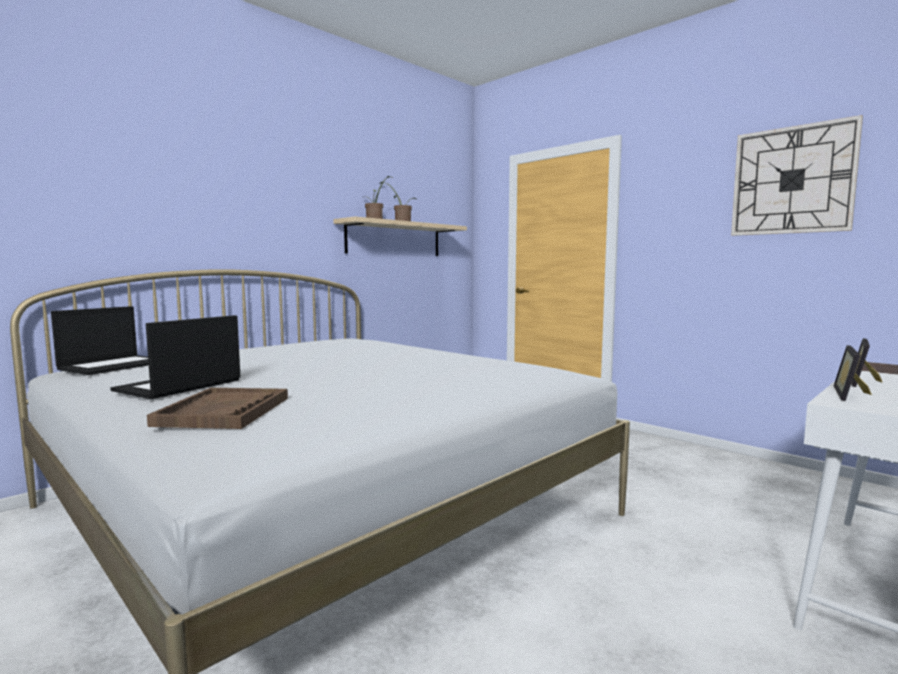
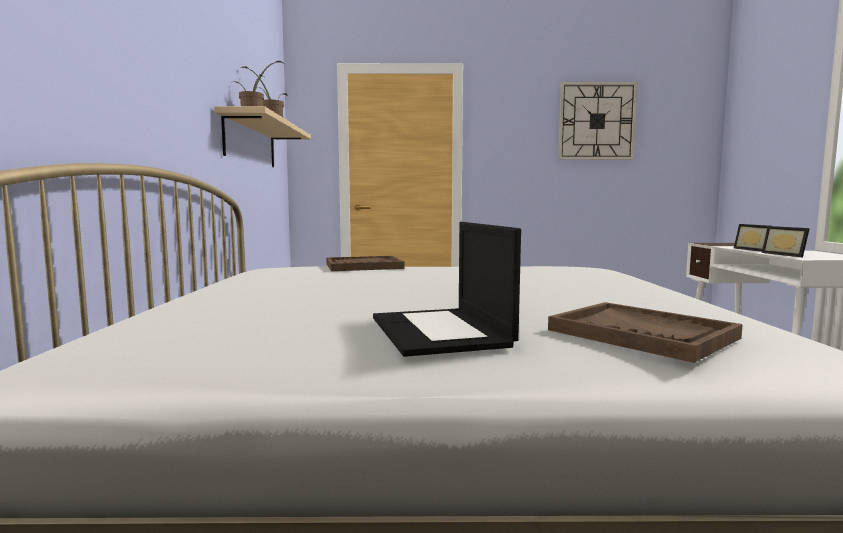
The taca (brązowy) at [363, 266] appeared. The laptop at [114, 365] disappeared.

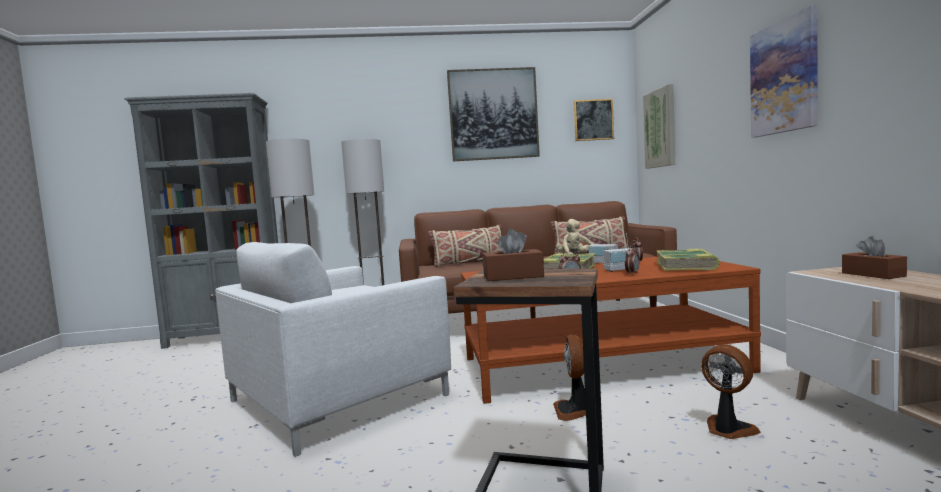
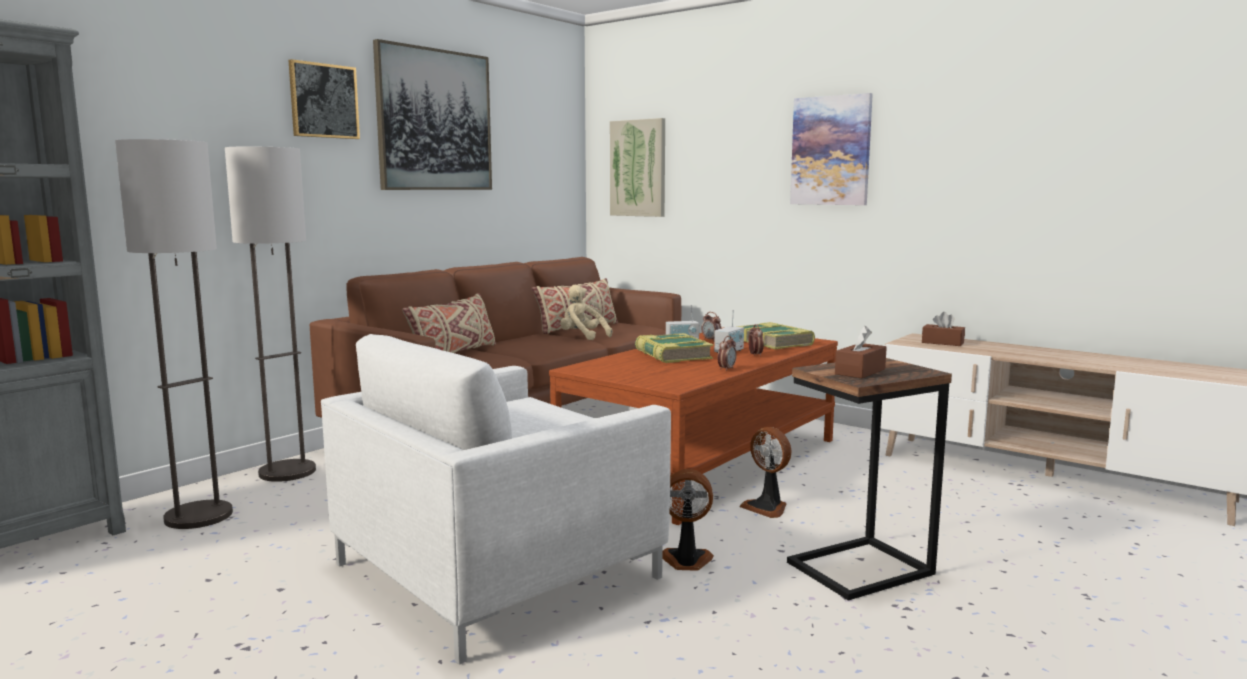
The obraz moved from [593, 120] to [324, 101]. The fotel (biały) at [338, 397] turned 45 degrees clockwise. The wentylator moved from [728, 430] to [686, 561].

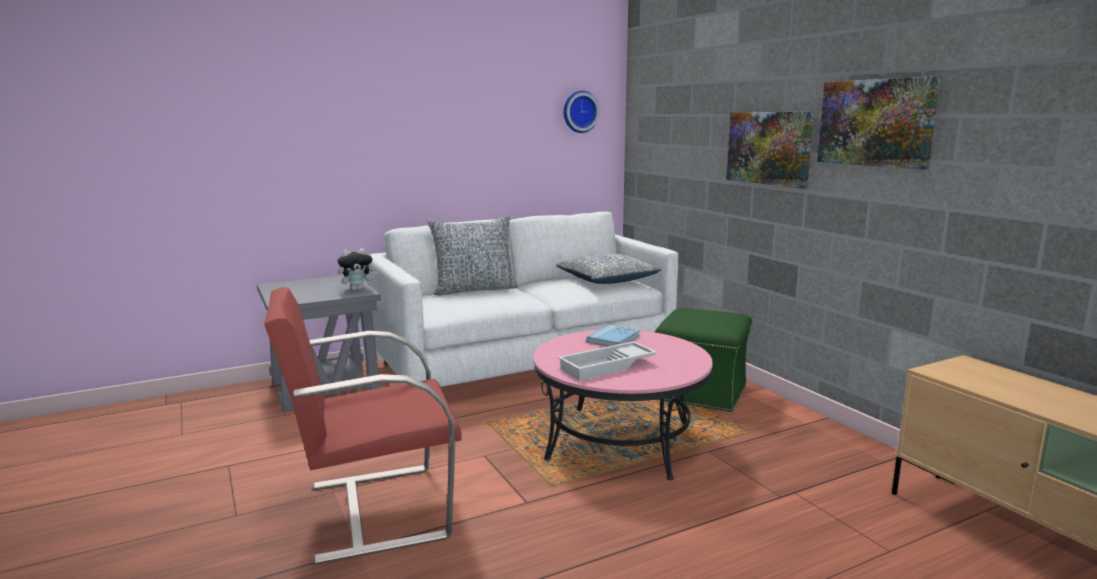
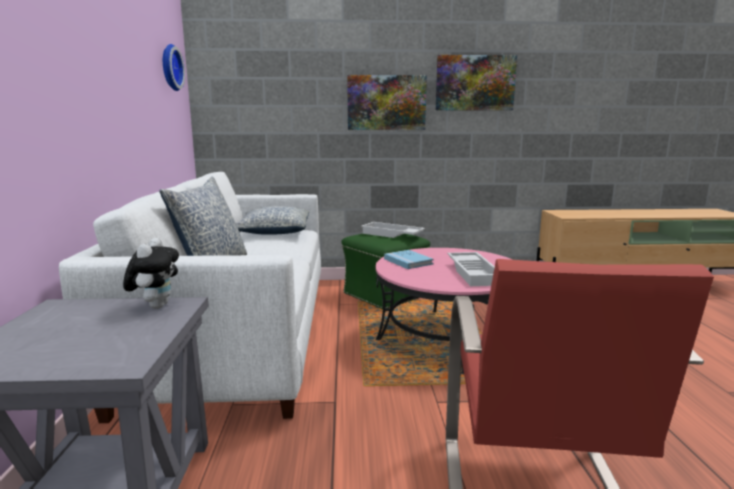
The taca (biały) at [391, 235] appeared.

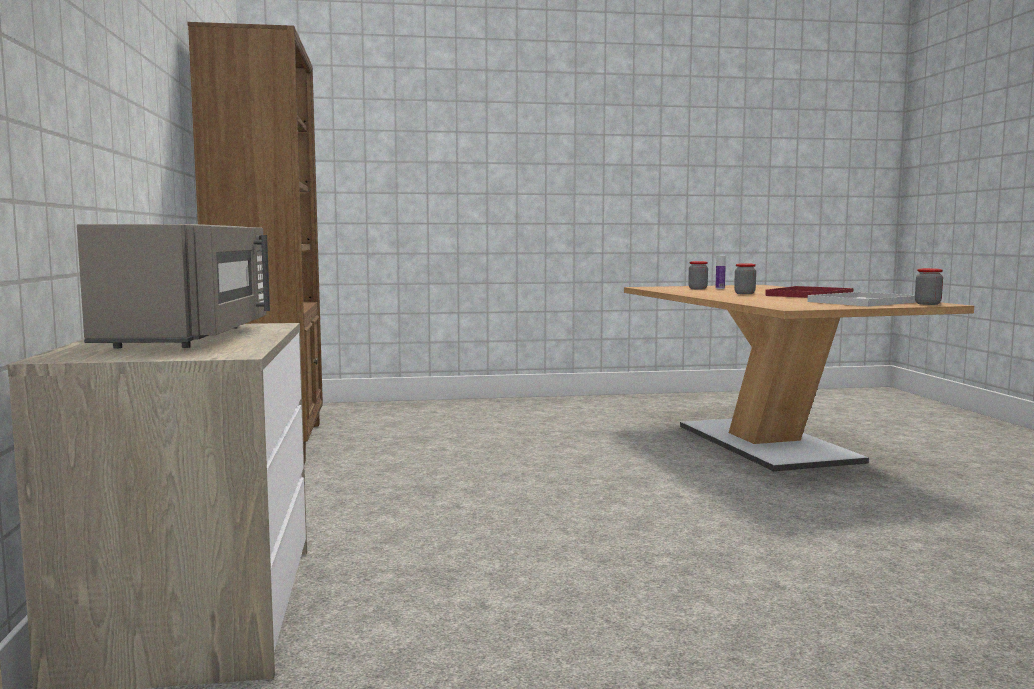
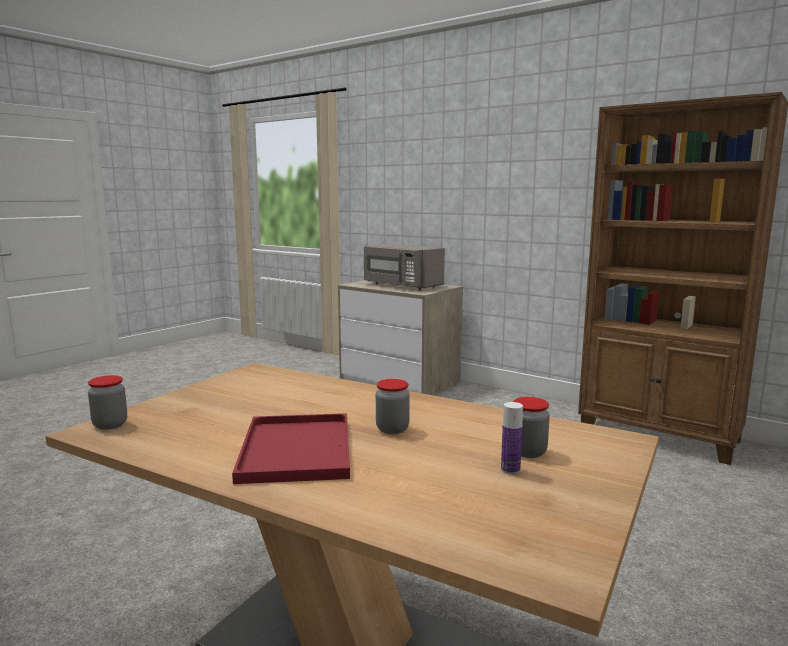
The taca (biały) at [863, 301] disappeared.

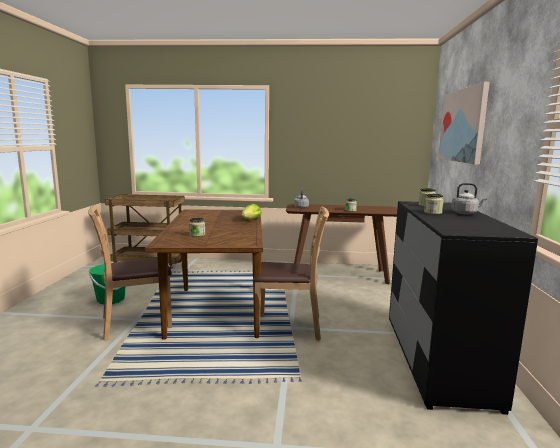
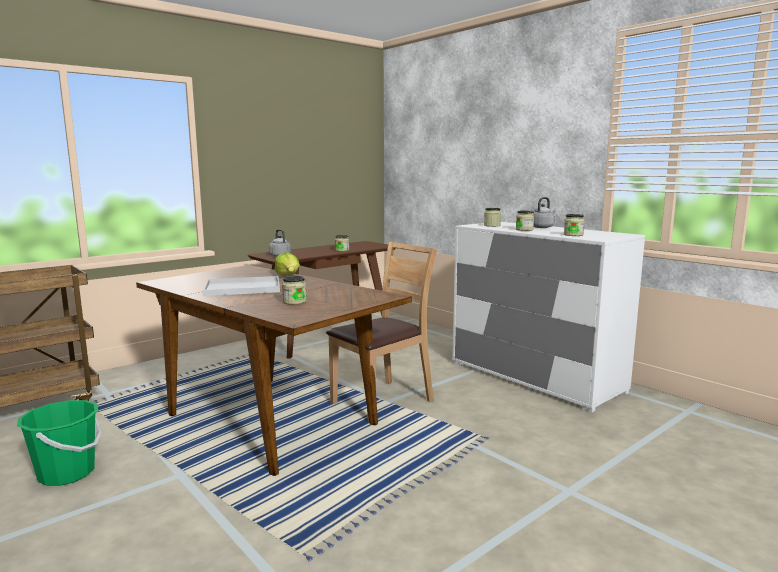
The taca (biały) at [244, 287] appeared. The komoda (czarny) at [437, 359] became the komoda (biały) at [535, 377]. The słoik at [573, 235] appeared. The krzesło (brązowy) at [135, 323] disappeared. The obraz at [463, 125] disappeared.

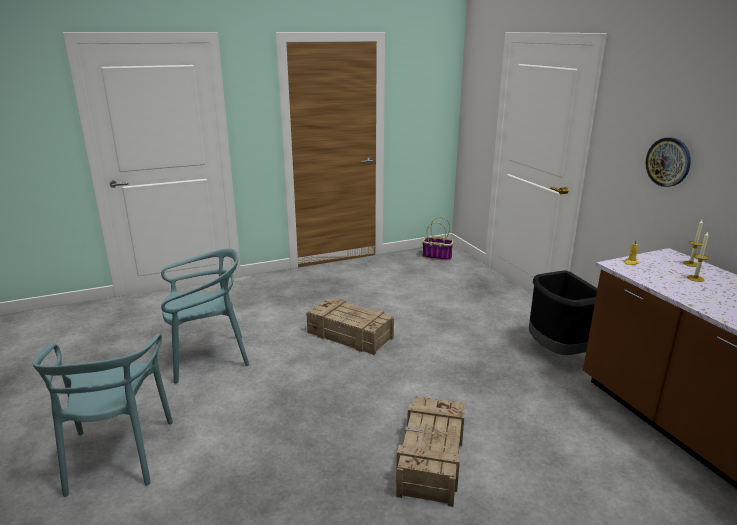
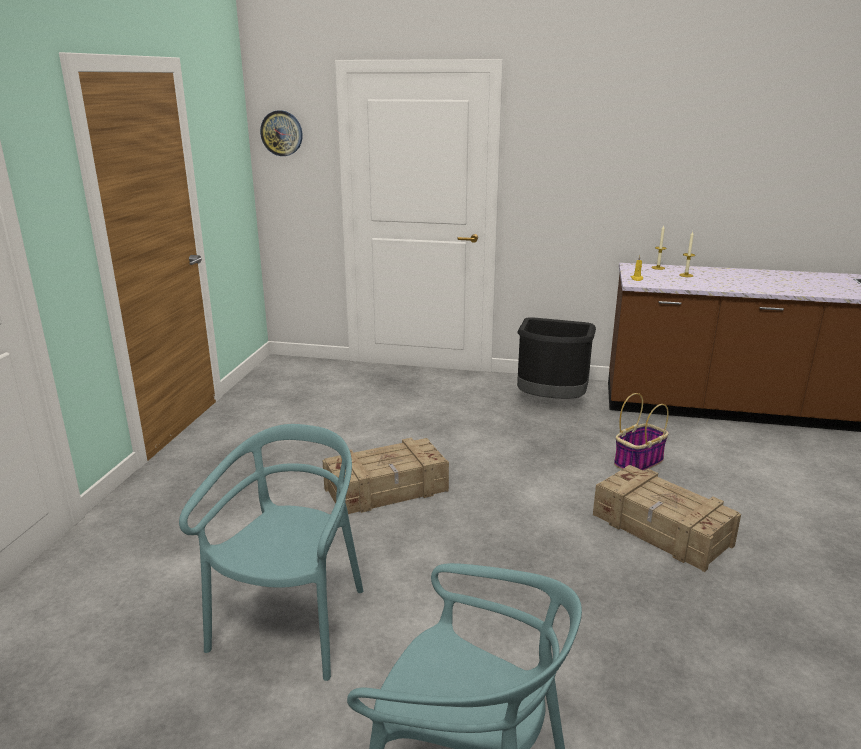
The zegar ścienny moved from [668, 162] to [282, 133]. The koszyk moved from [437, 256] to [638, 462].

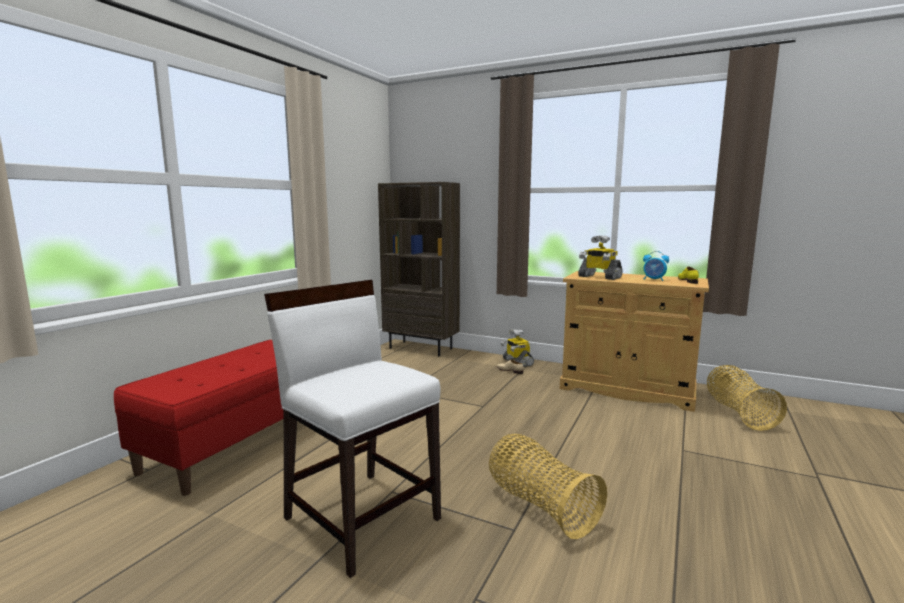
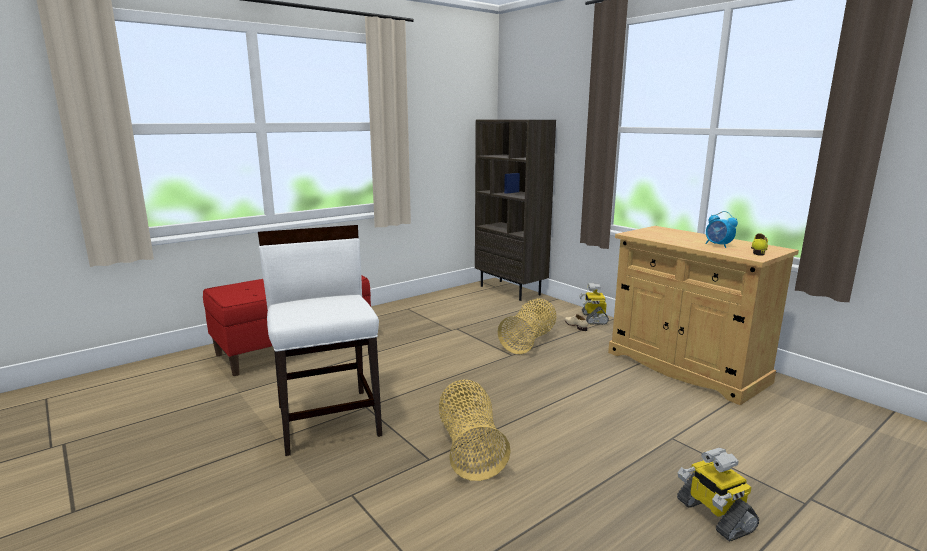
The koszyk moved from [739, 413] to [529, 341]. The robot zabawkowy moved from [599, 277] to [713, 515].

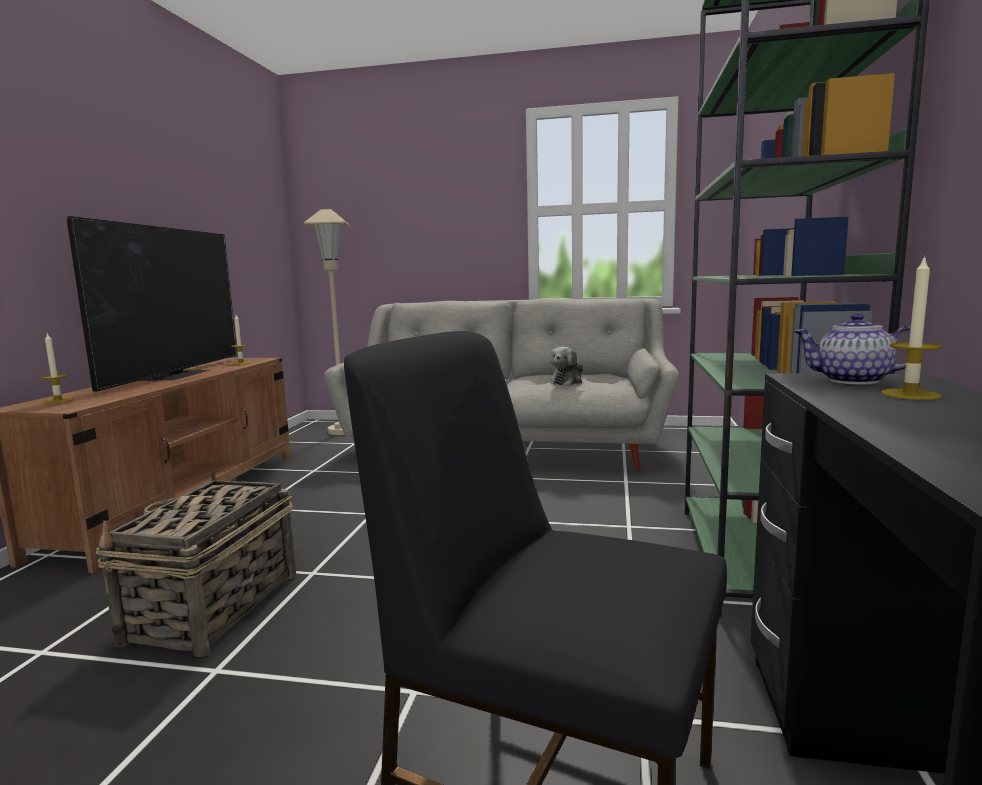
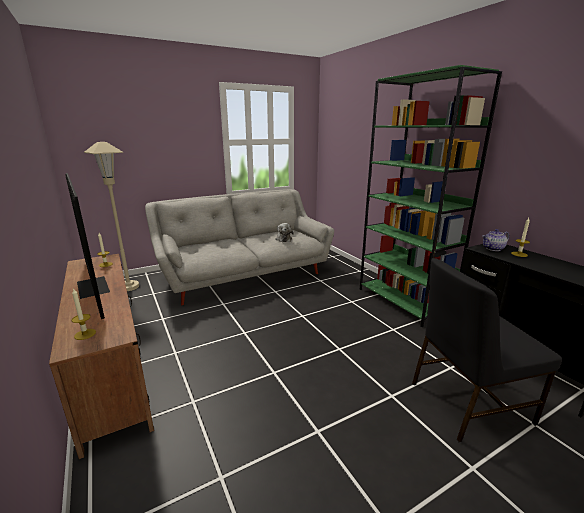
The koszyk at [212, 607] disappeared.

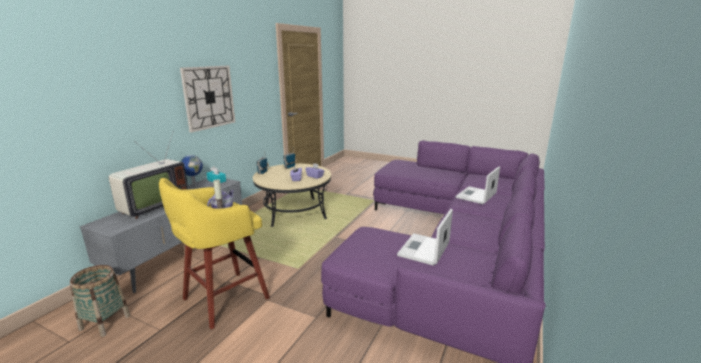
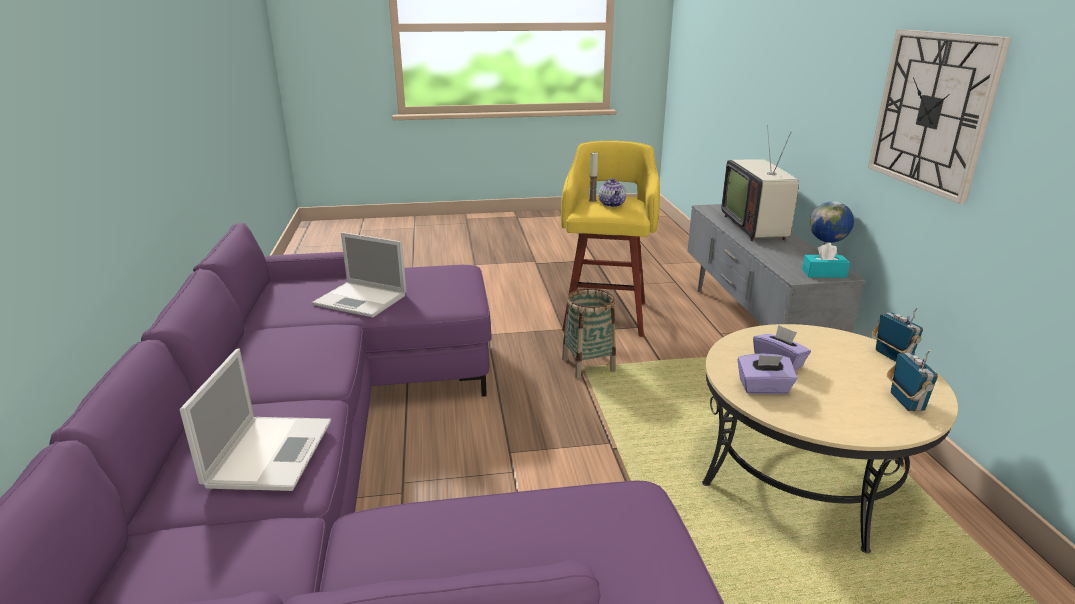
The laptop at [423, 250] turned 120 degrees clockwise. The koszyk moved from [105, 322] to [588, 365].

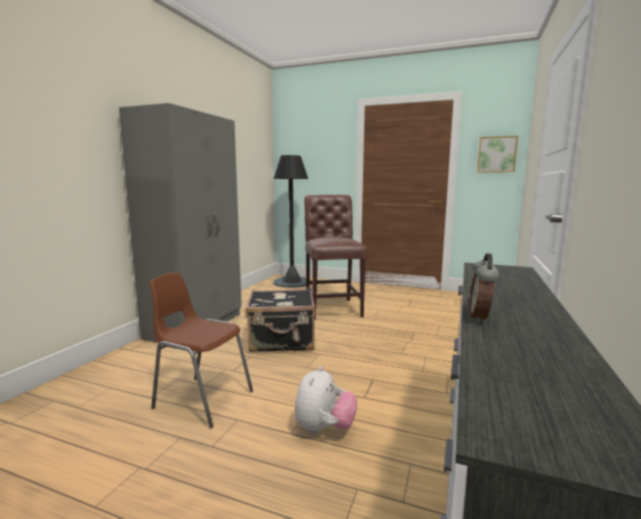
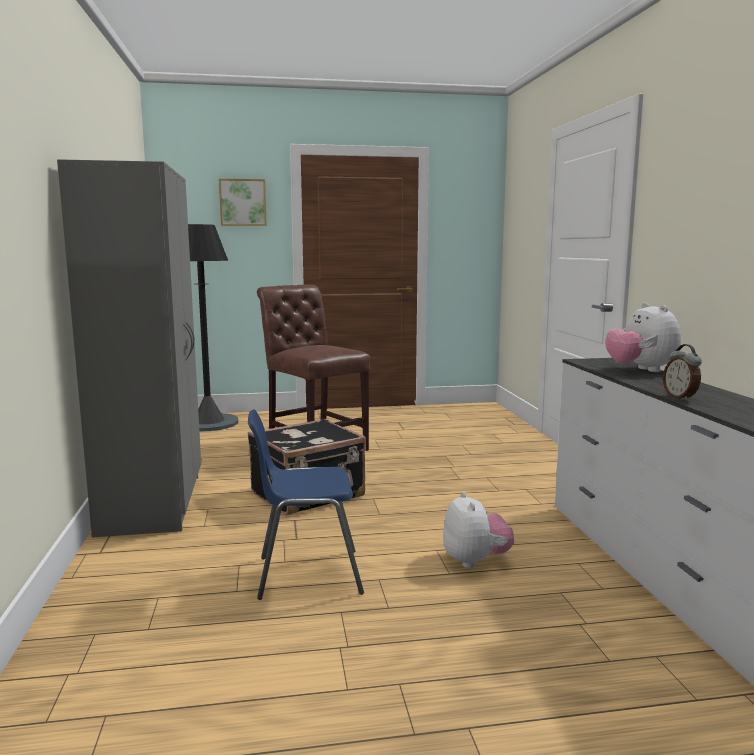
The obraz moved from [496, 154] to [243, 202]. The krzesło (brązowy) at [201, 399] became the krzesło (niebieski) at [306, 574]. The pluszak at [640, 370] appeared.

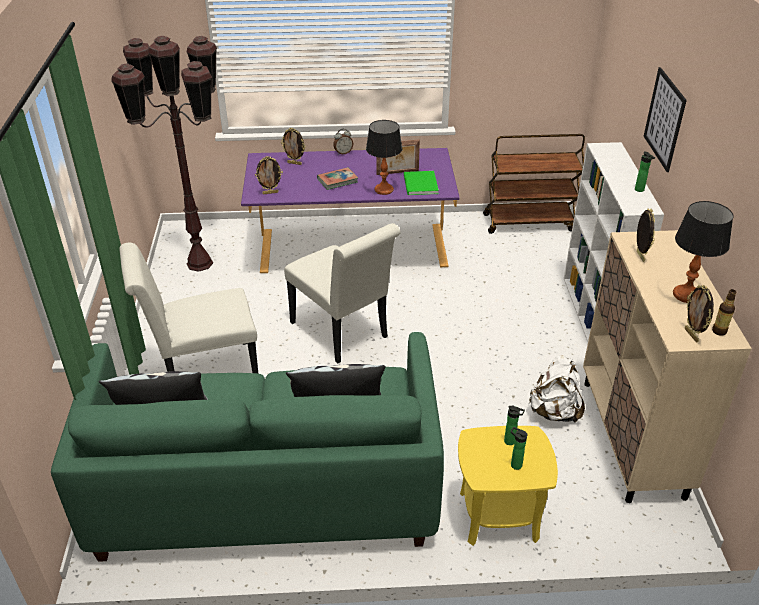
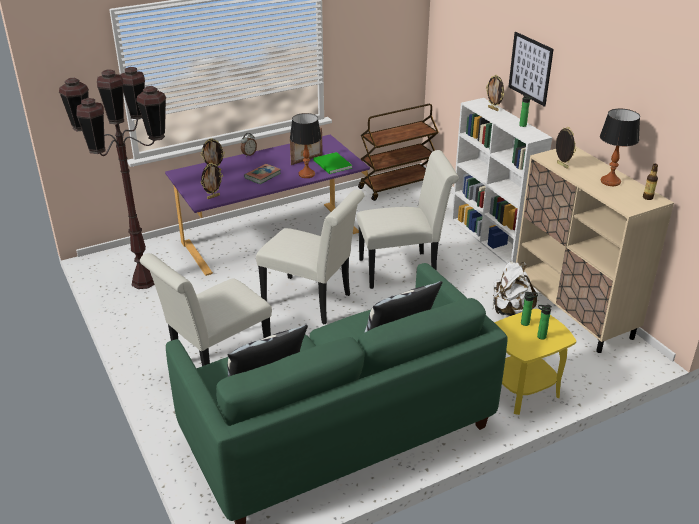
The krzesło (biały) at [403, 269] appeared. The ramka na zdjęcie moved from [692, 335] to [493, 109].

